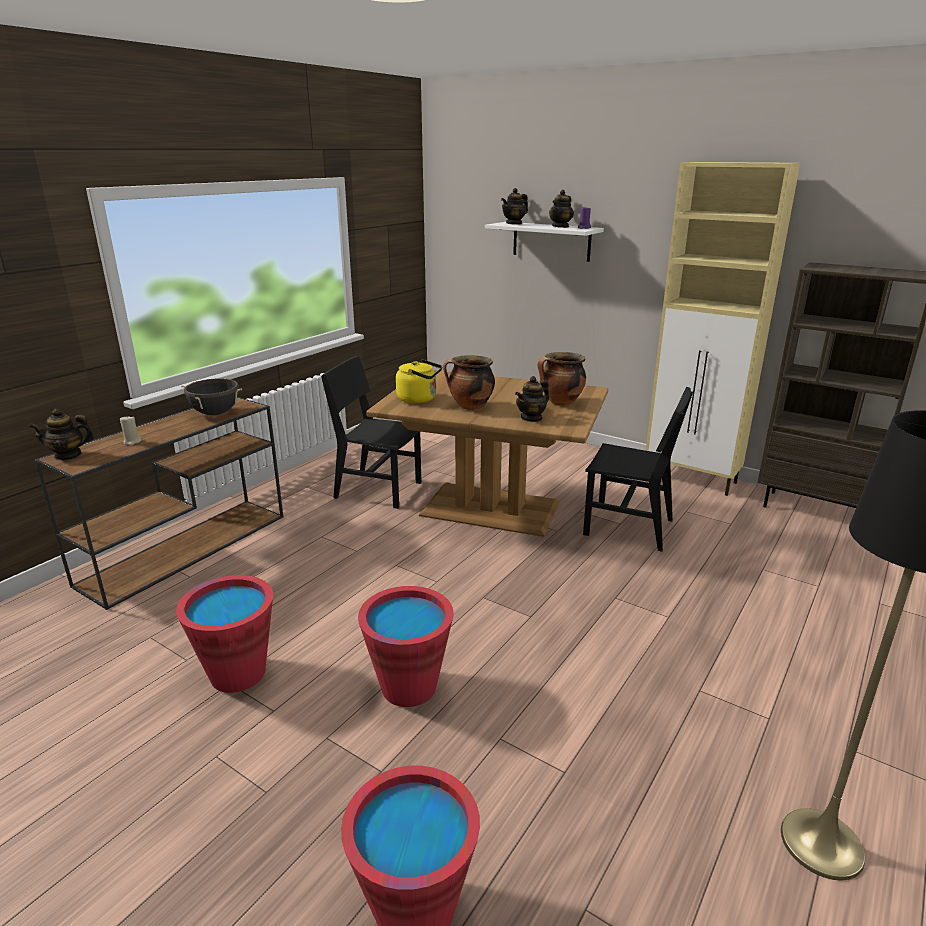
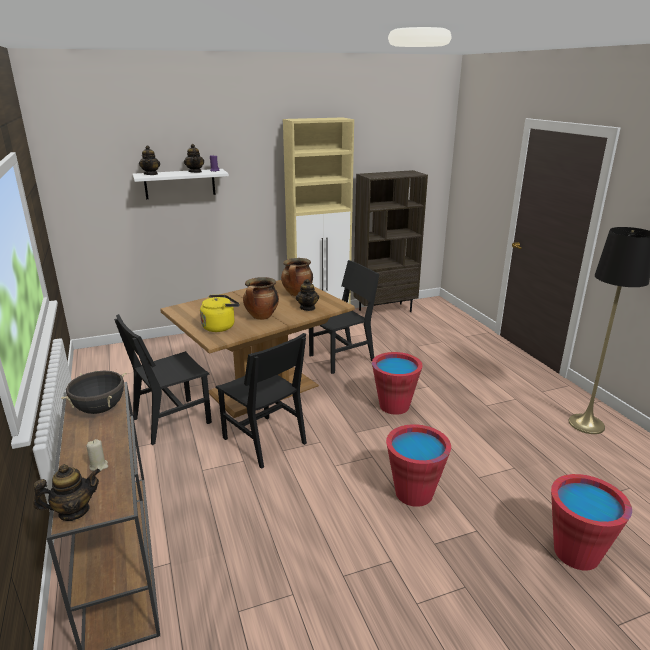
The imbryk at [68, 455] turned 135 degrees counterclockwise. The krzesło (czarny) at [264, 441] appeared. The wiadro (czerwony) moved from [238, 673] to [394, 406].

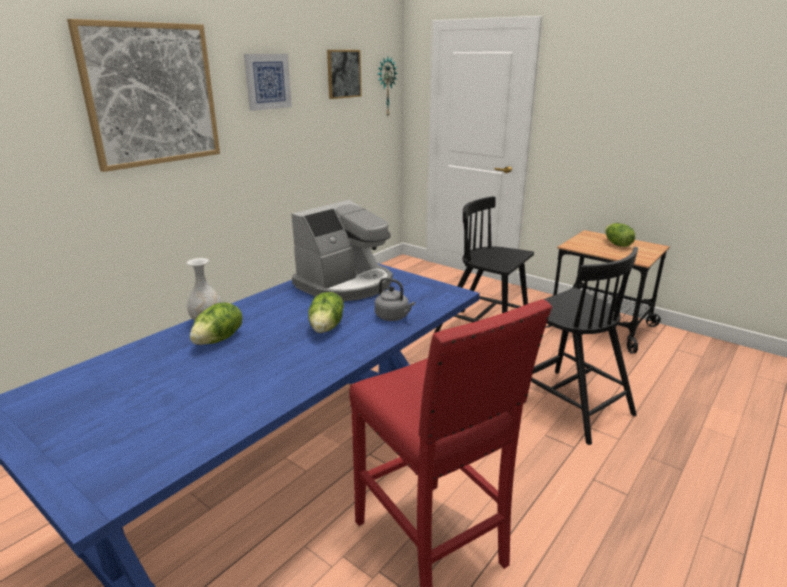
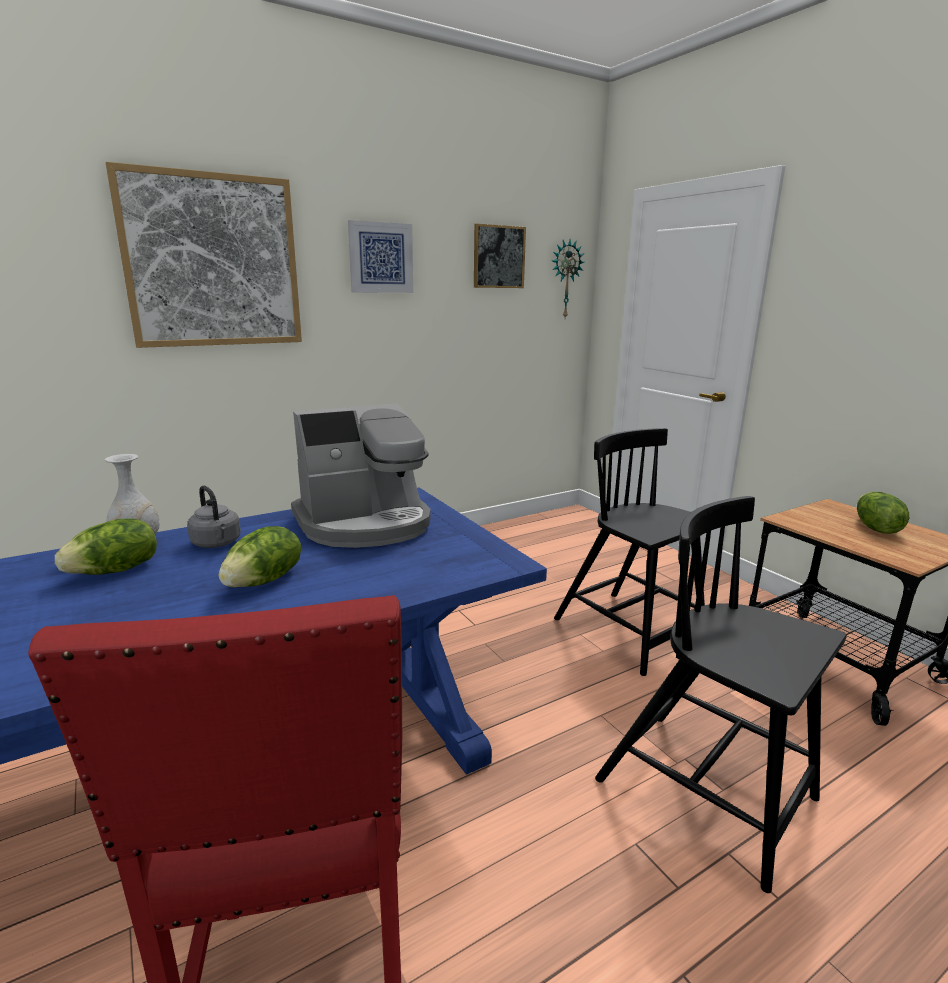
The czajnik (szary) moved from [393, 317] to [217, 543]. The krzesło (czarny) at [568, 403] turned 150 degrees clockwise.

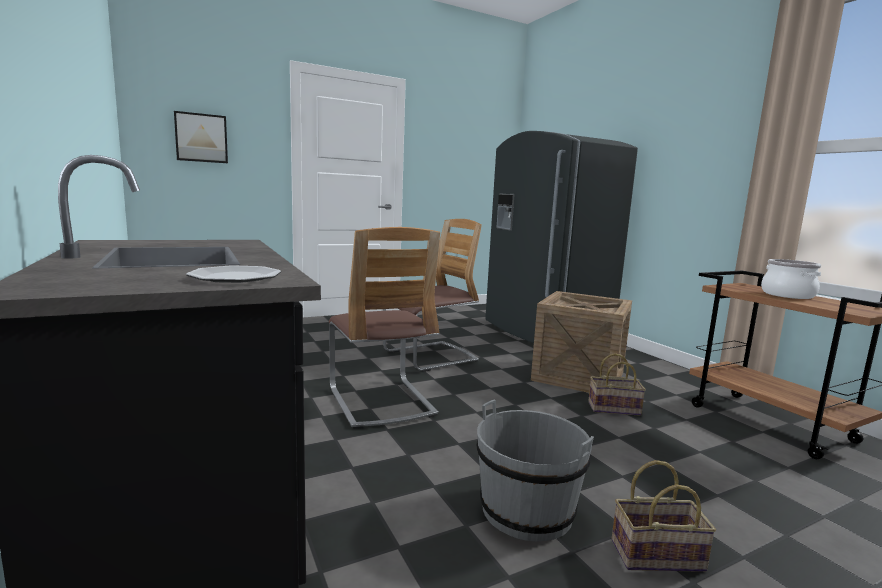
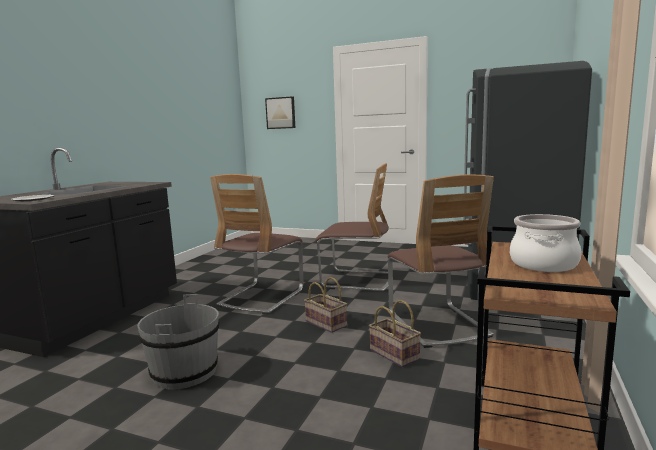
The koszyk moved from [658, 554] to [327, 323]. The skrzynka at [578, 376] was replaced by the krzesło at [437, 325].

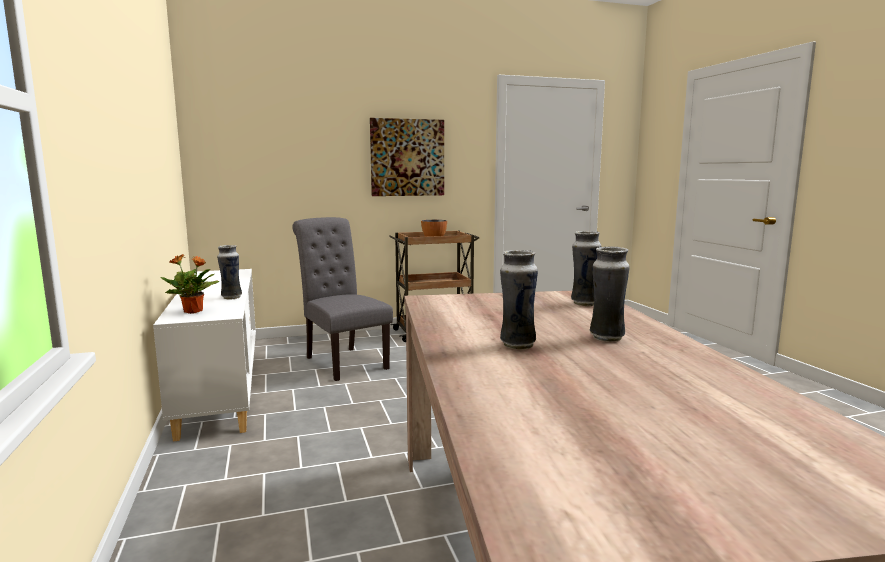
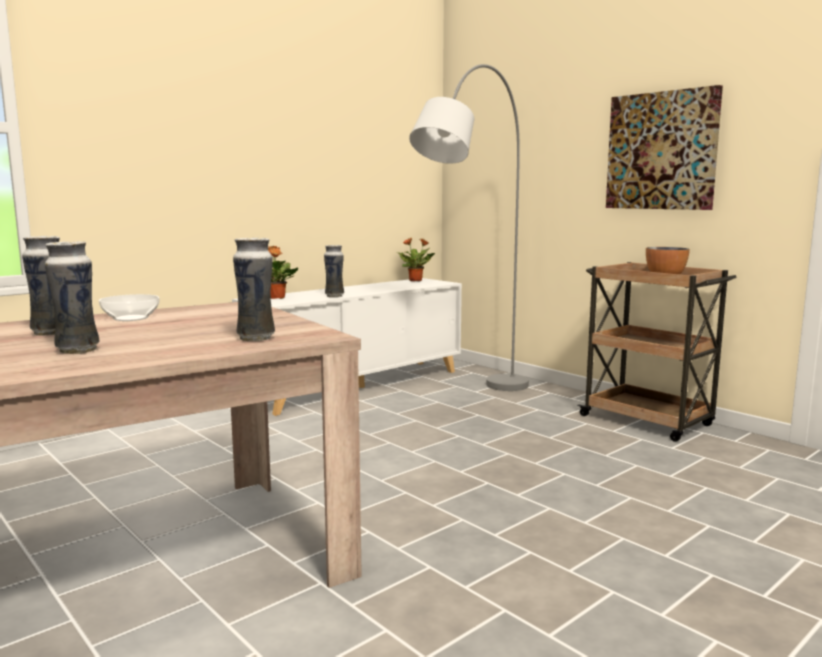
The miska at [131, 318] appeared. The roślina doniczkowa at [416, 280] appeared. The krzesło (szary) at [343, 361] was replaced by the lampa stojąca (szary) at [473, 406].

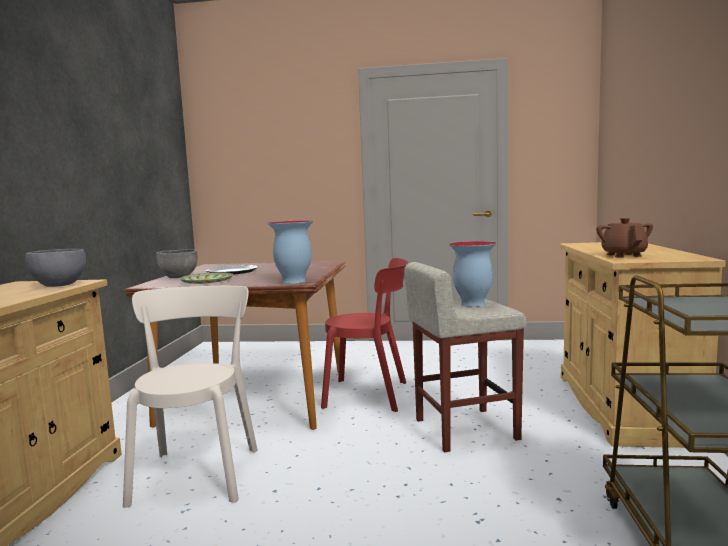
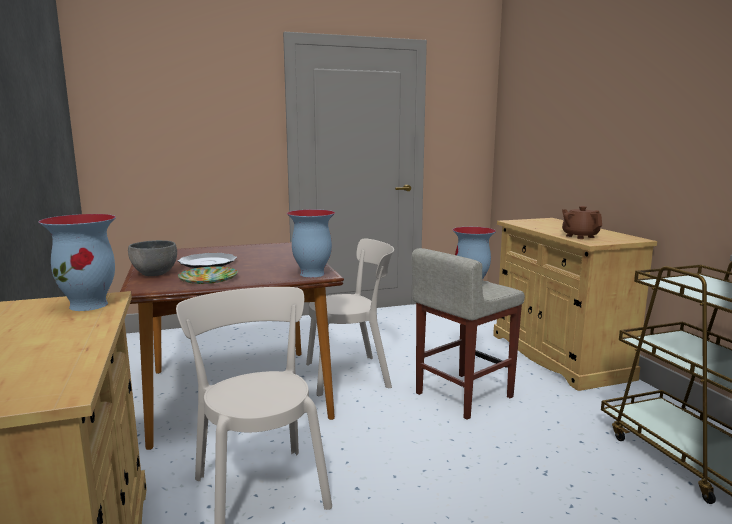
The miska (szary) at [59, 285] was replaced by the wazon at [90, 305]. The krzesło (czerwony) at [371, 395] became the krzesło (beżowy) at [352, 375].

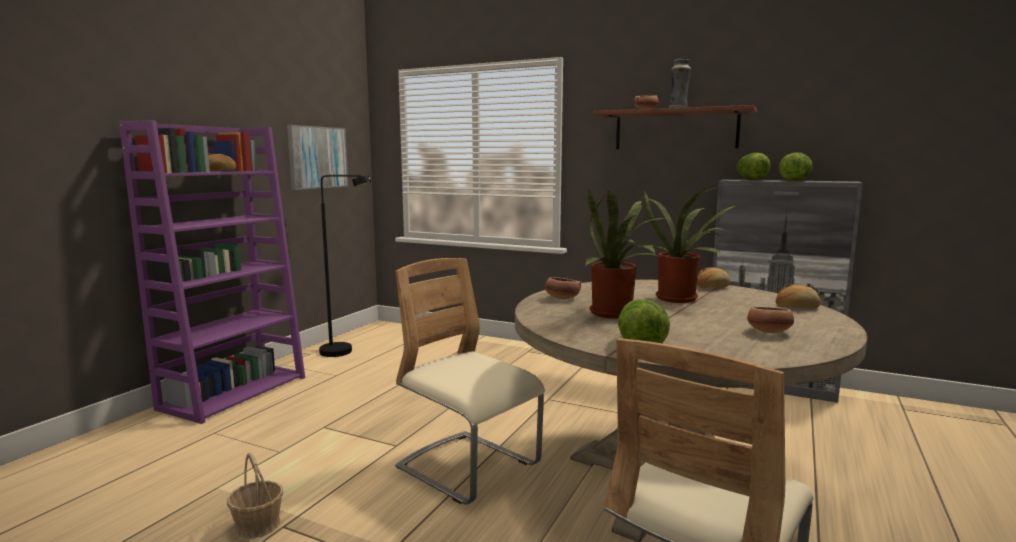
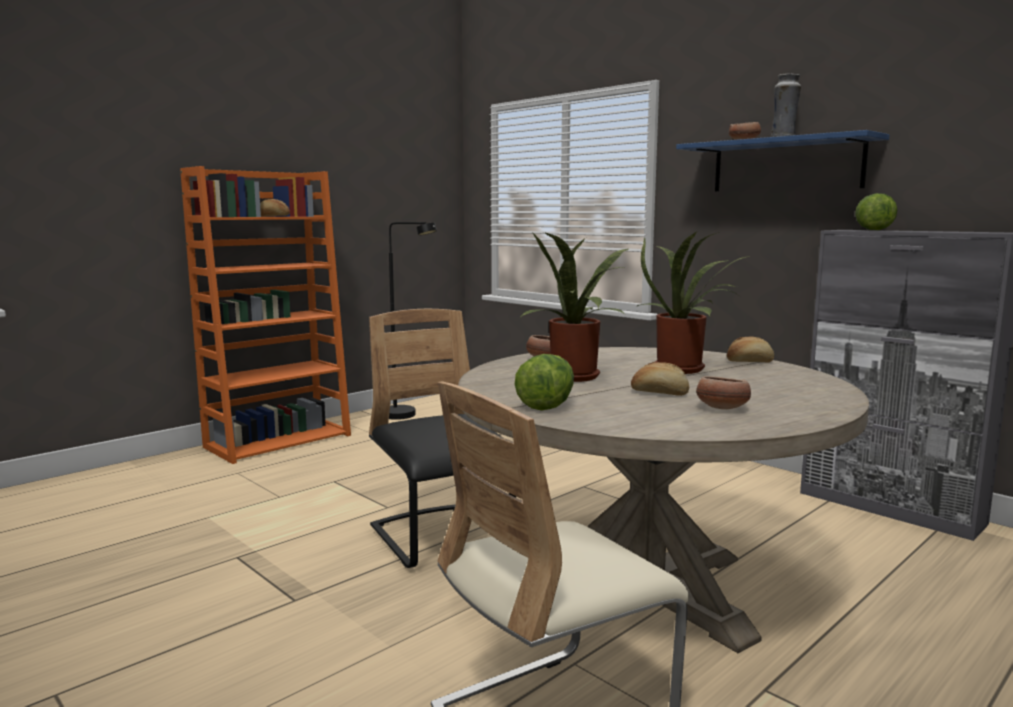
The regał (fioletowy) at [235, 392] became the regał (pomarańczowy) at [279, 440]. The krzesło (beżowy) at [468, 468] became the krzesło (czarny) at [440, 538]. The chleb moved from [796, 307] to [659, 393]. The półka (brązowy) at [675, 130] became the półka (niebieski) at [786, 165]. The koszyk at [257, 525] disappeared. The obraz at [317, 157] disappeared. The sałata at [796, 180] disappeared.

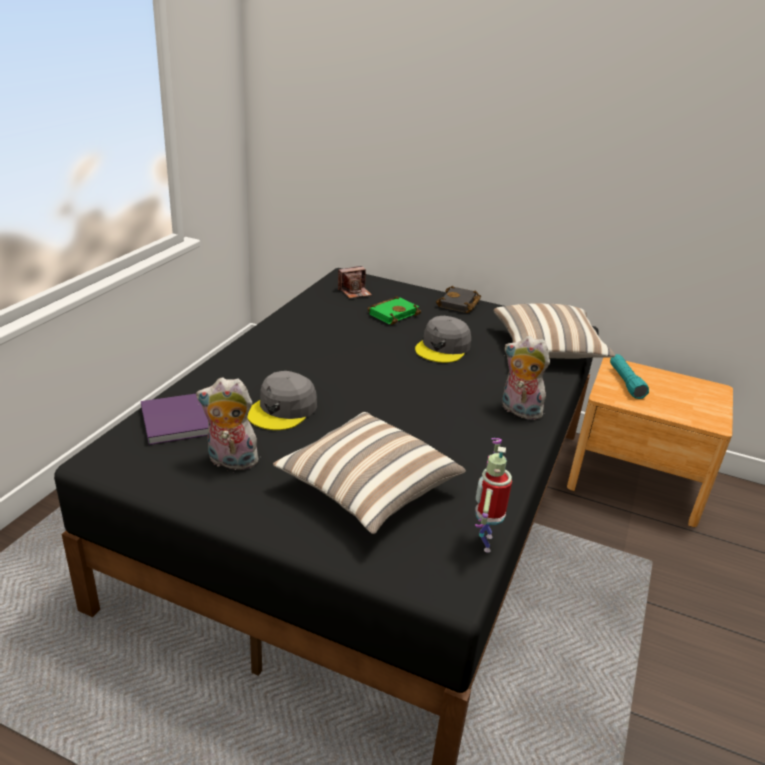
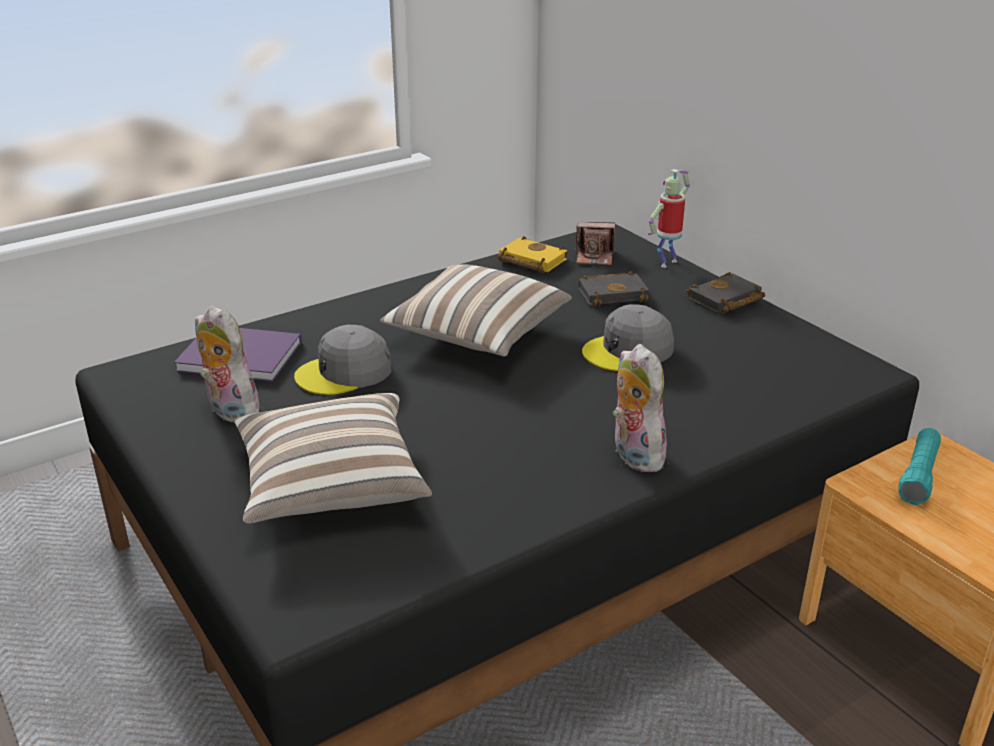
The poduszka moved from [548, 350] to [477, 335]. The książka (żółty) at [529, 261] appeared. The książka (zielony) at [393, 313] became the książka (czarny) at [613, 293]. The robot zabawkowy moved from [484, 541] to [666, 262].

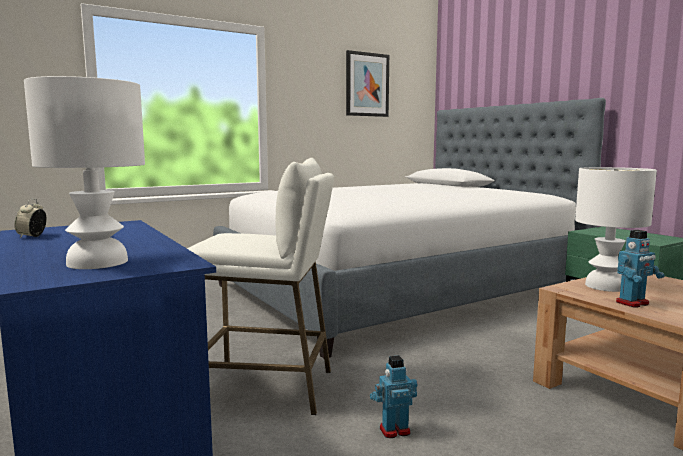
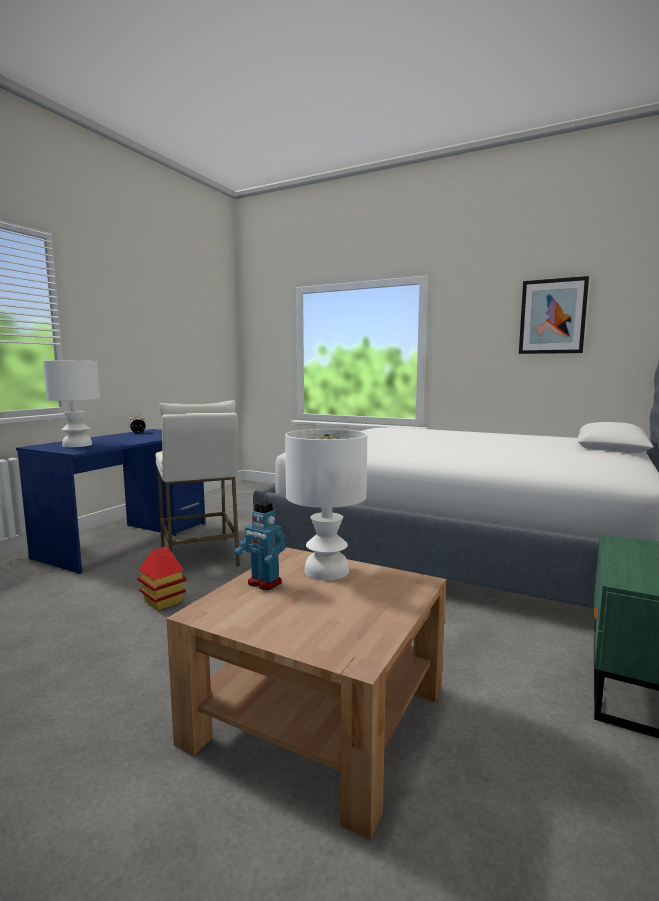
The robot zabawkowy at [394, 430] was replaced by the domek at [163, 601].

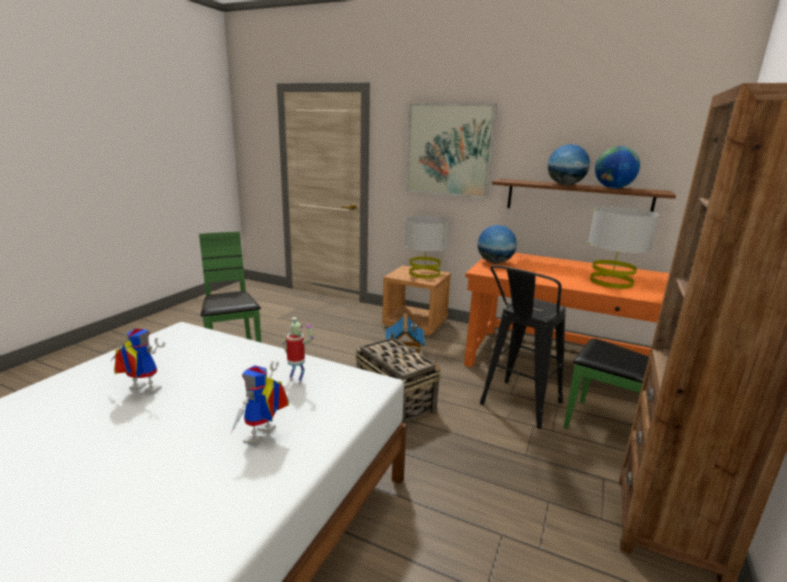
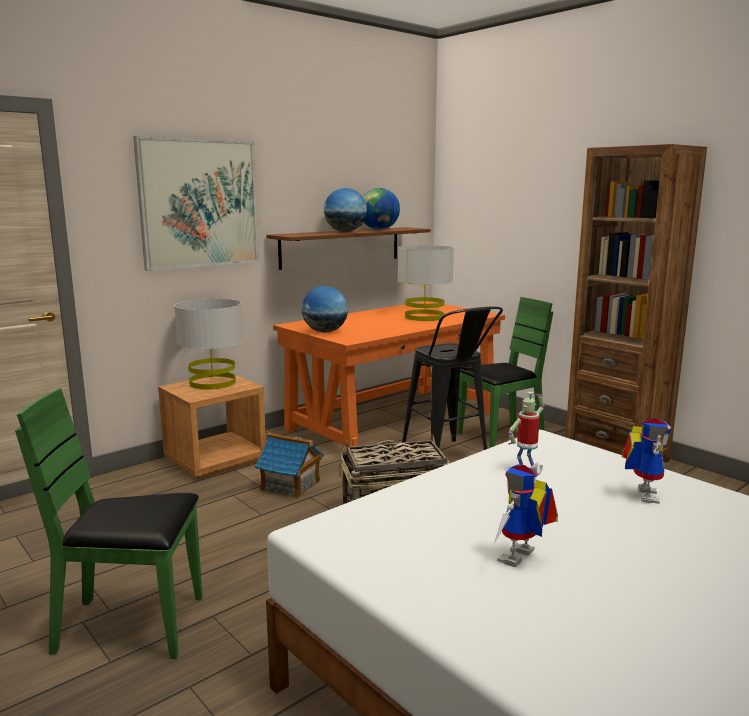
The robot zabawkowy at [263, 438] turned 120 degrees counterclockwise.

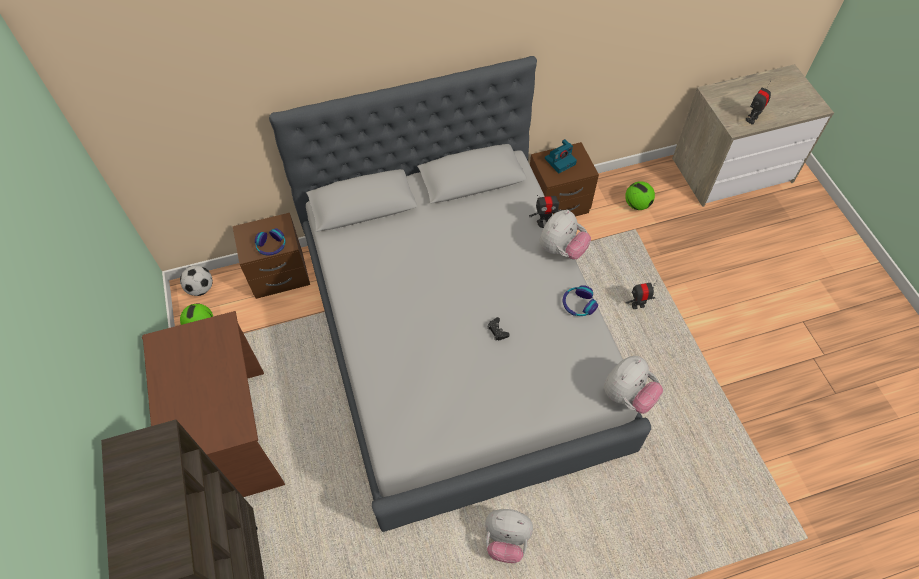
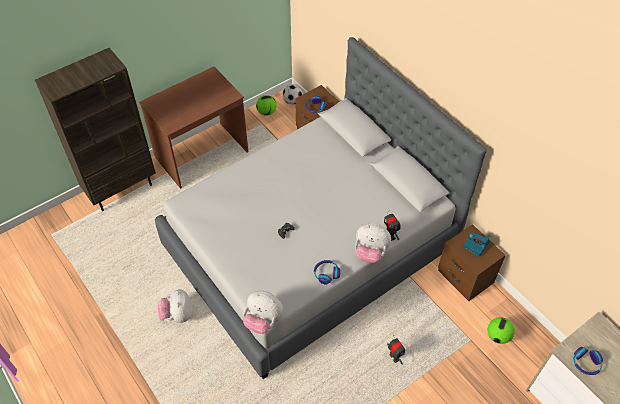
The robot zabawkowy at [752, 119] was replaced by the słuchawki at [586, 363].

